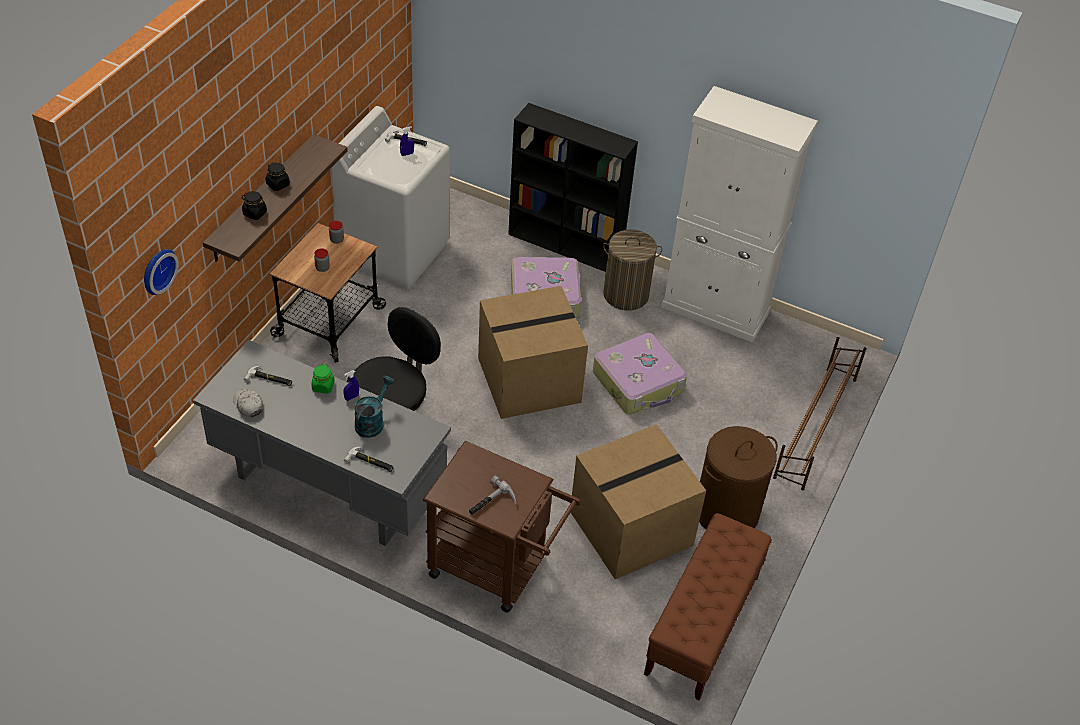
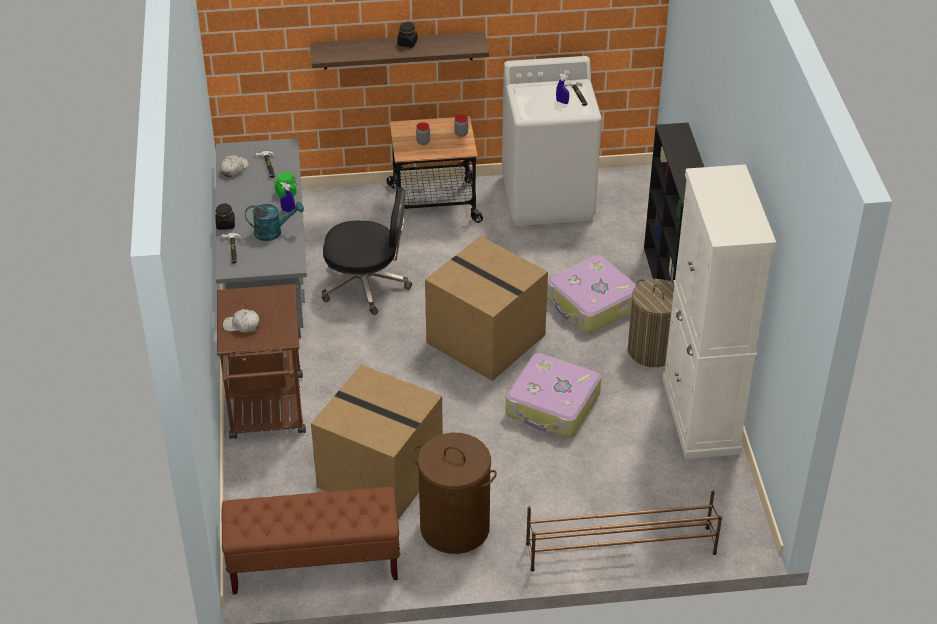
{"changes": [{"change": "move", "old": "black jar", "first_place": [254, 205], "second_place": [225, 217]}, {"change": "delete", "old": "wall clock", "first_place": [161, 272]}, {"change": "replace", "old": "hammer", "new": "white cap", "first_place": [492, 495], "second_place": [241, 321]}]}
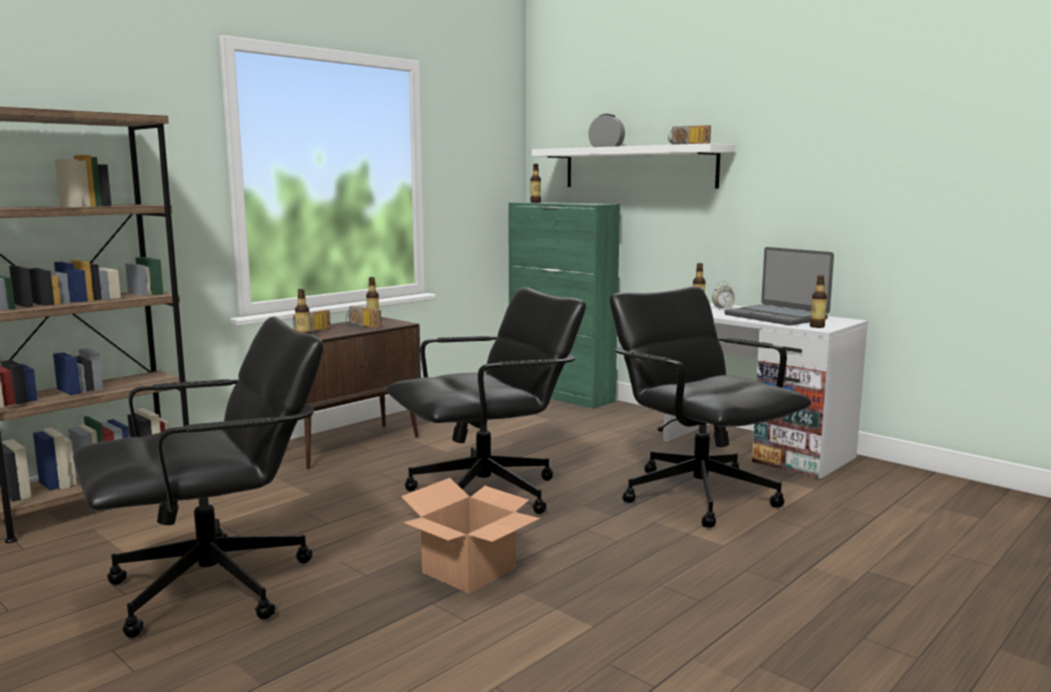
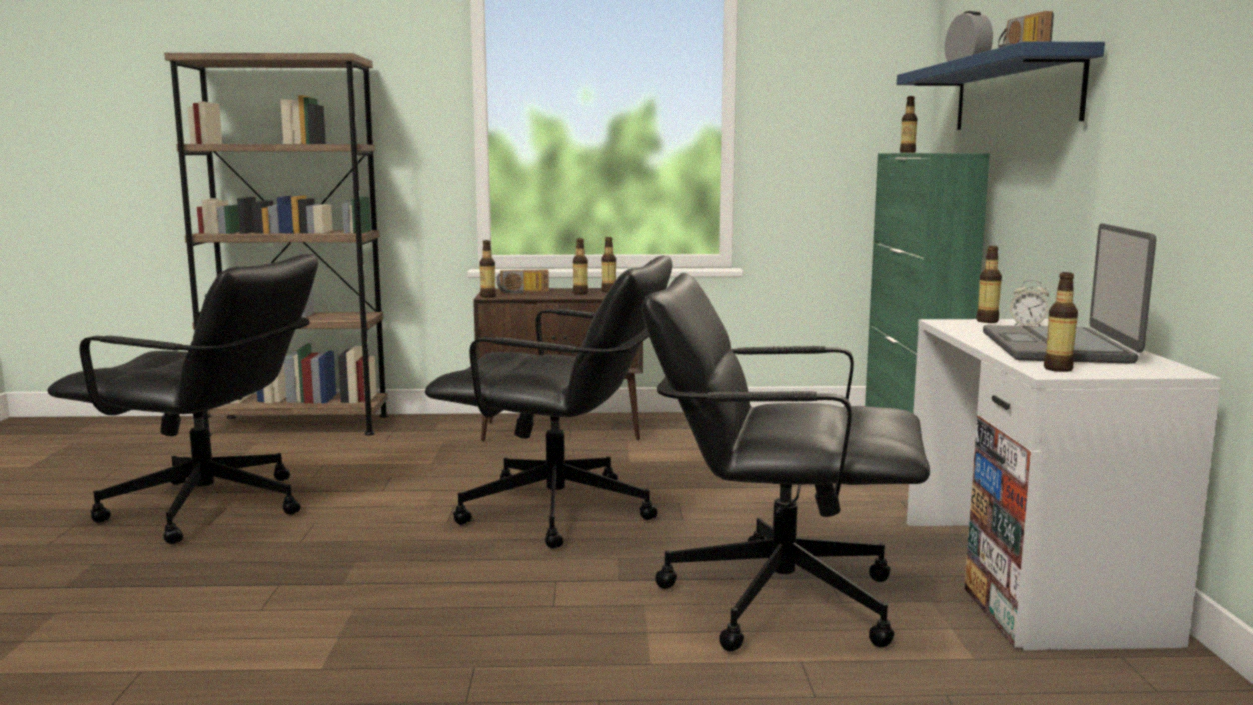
{"changes": [{"change": "recolor", "old": "white shelf", "new": "blue shelf", "first_place": [633, 165], "second_place": [1001, 85]}, {"change": "rotate", "old": "black office chair", "first_place": [711, 407], "second_place": [785, 462], "degrees": -90}, {"change": "replace", "old": "radio", "new": "bottle", "first_place": [363, 317], "second_place": [580, 266]}, {"change": "delete", "old": "cardboard box", "first_place": [470, 535]}]}
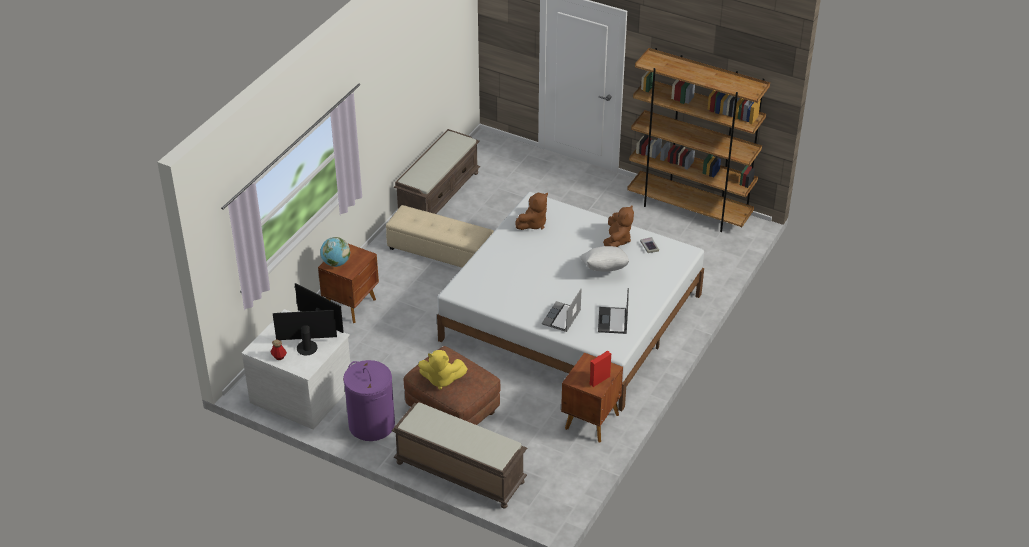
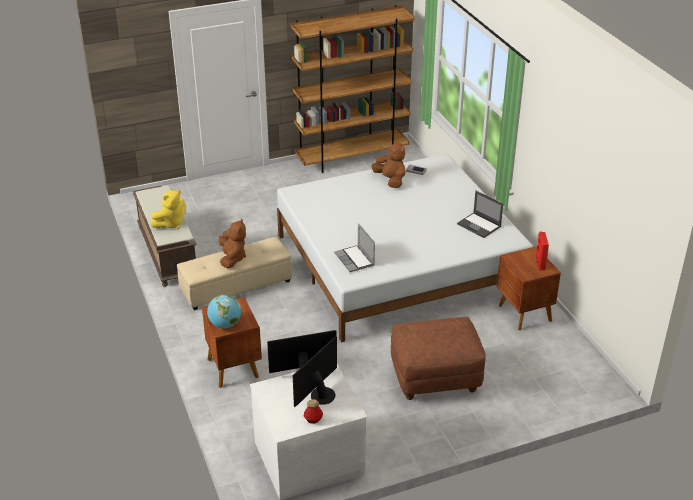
{"changes": [{"change": "move", "old": "brown plush toy", "first_place": [531, 211], "second_place": [232, 243]}, {"change": "delete", "old": "white pillow", "first_place": [605, 259]}, {"change": "move", "old": "laptop", "first_place": [562, 310], "second_place": [354, 247]}, {"change": "move", "old": "yellow plush toy", "first_place": [443, 370], "second_place": [168, 209]}, {"change": "delete", "old": "purple laundry basket", "first_place": [369, 400]}, {"change": "delete", "old": "brown bench", "first_place": [459, 455]}]}
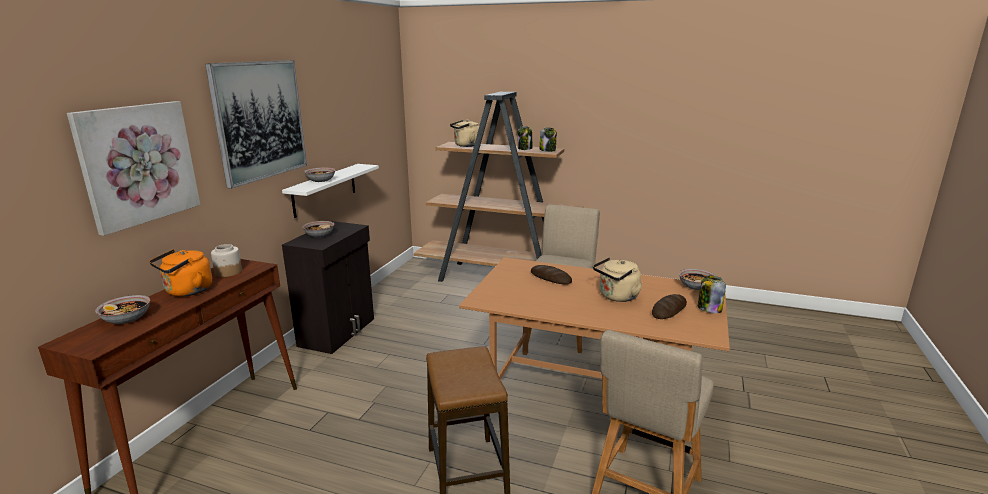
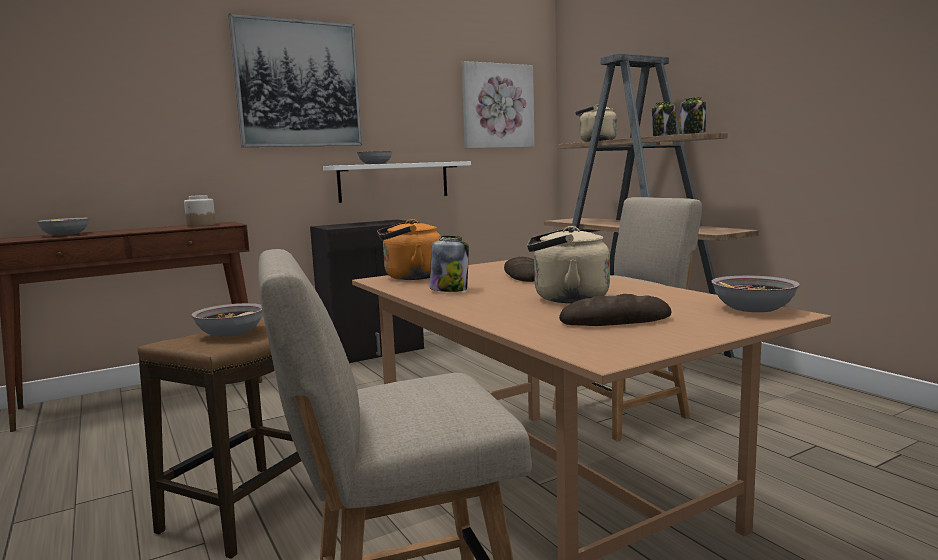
{"changes": [{"change": "move", "old": "picture", "first_place": [133, 168], "second_place": [498, 104]}, {"change": "move", "old": "bowl", "first_place": [318, 229], "second_place": [227, 320]}, {"change": "move", "old": "orange kettle", "first_place": [180, 273], "second_place": [409, 249]}, {"change": "move", "old": "jar", "first_place": [712, 294], "second_place": [449, 264]}]}
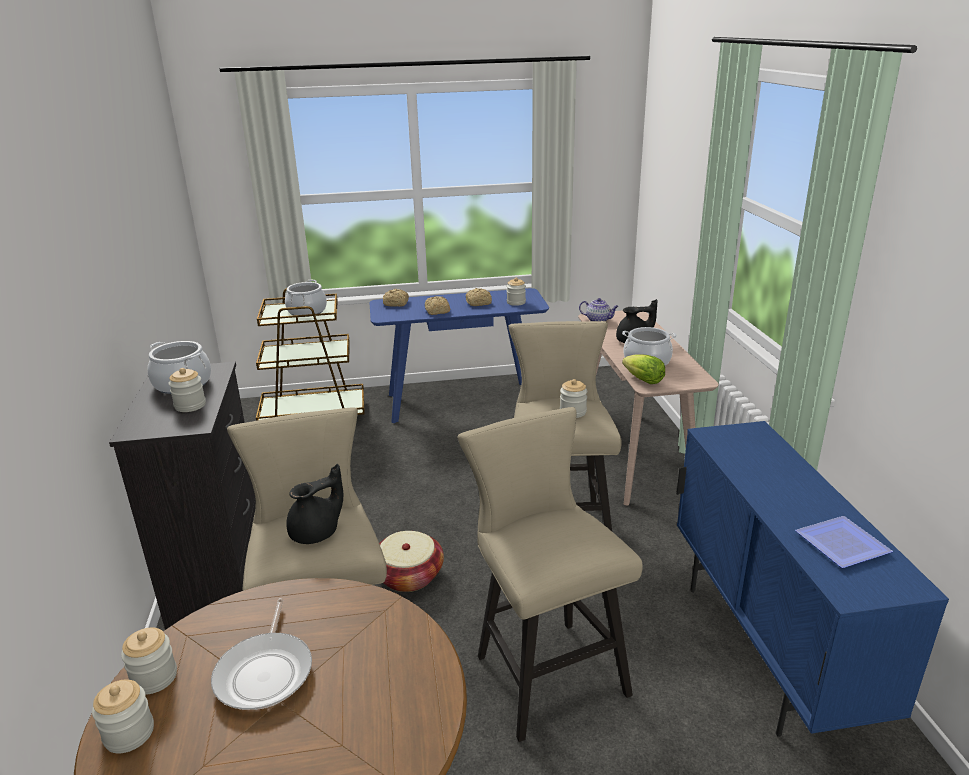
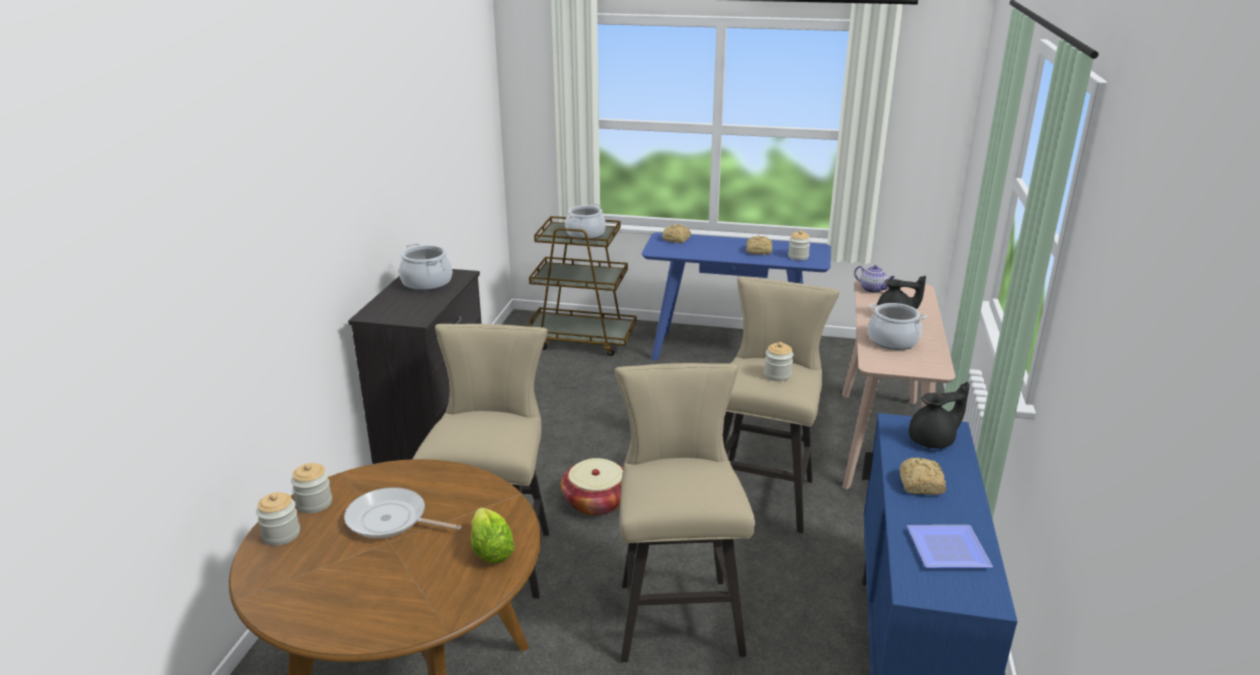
{"changes": [{"change": "move", "old": "bread", "first_place": [438, 305], "second_place": [923, 476]}, {"change": "move", "old": "lettuce", "first_place": [643, 369], "second_place": [493, 536]}, {"change": "delete", "old": "jar", "first_place": [187, 390]}, {"change": "move", "old": "black teapot", "first_place": [314, 504], "second_place": [939, 415]}, {"change": "rotate", "old": "frying pan", "first_place": [261, 654], "second_place": [403, 512], "degrees": 90}]}
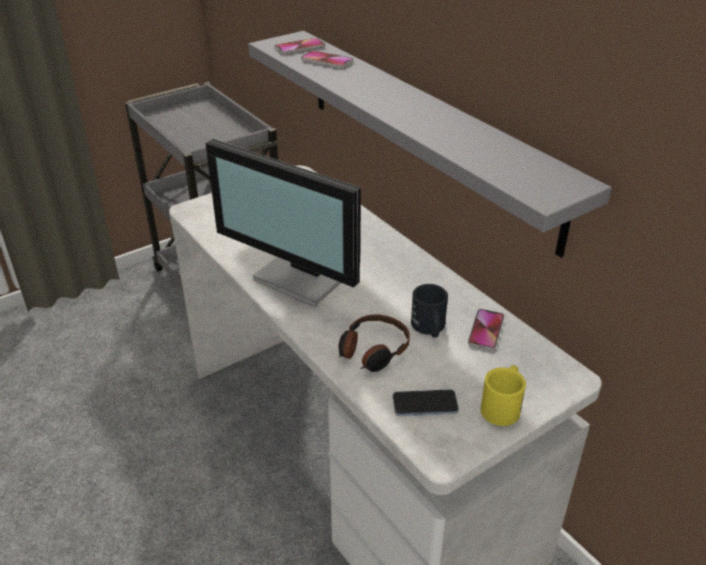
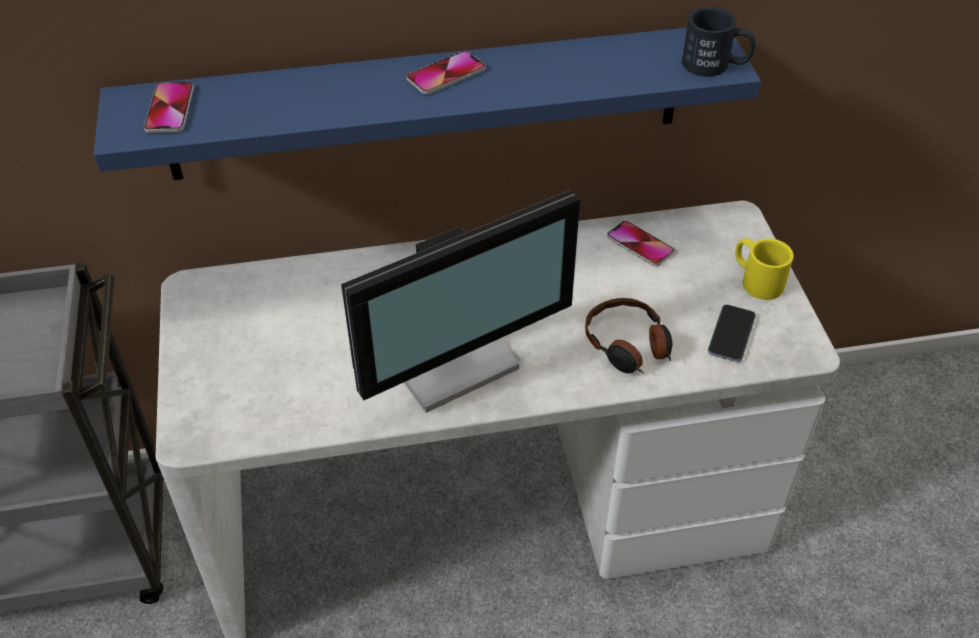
{"changes": [{"change": "recolor", "old": "grey shelf", "new": "blue shelf", "first_place": [430, 144], "second_place": [427, 104]}, {"change": "move", "old": "phone", "first_place": [327, 59], "second_place": [446, 72]}, {"change": "move", "old": "black mug", "first_place": [429, 311], "second_place": [719, 42]}]}
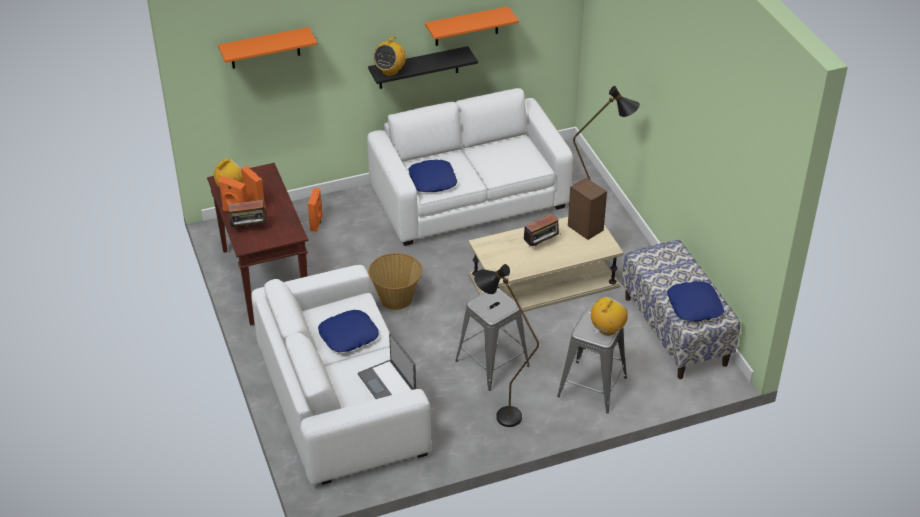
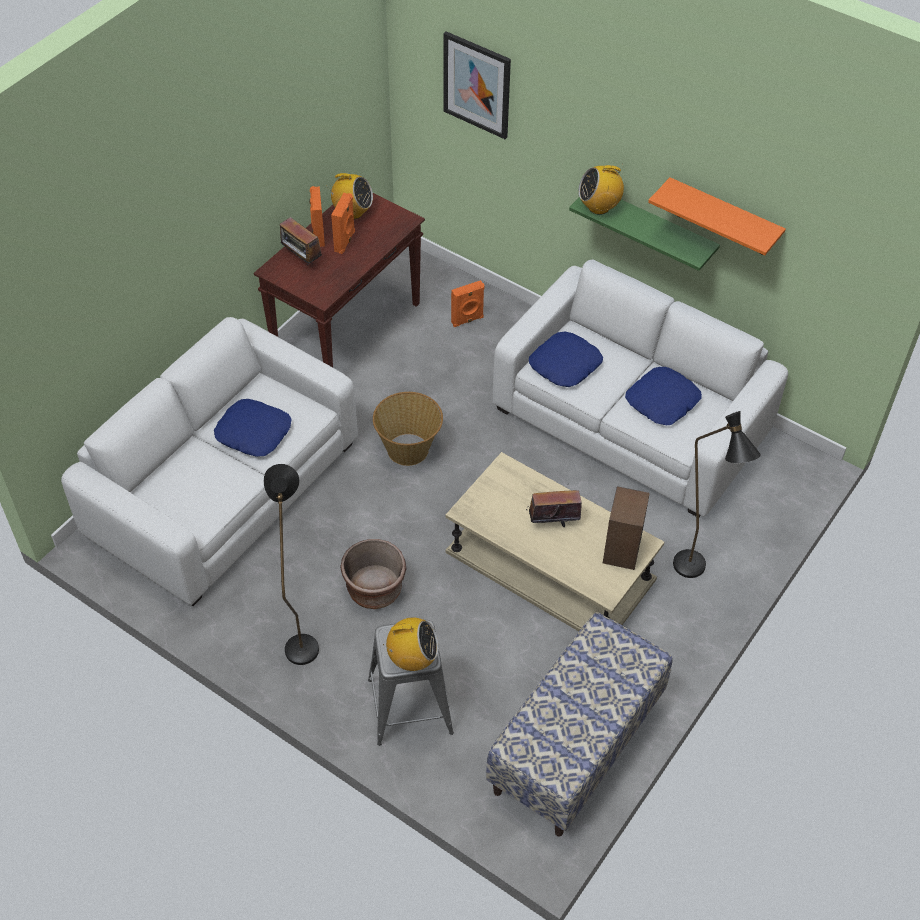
{"changes": [{"change": "replace", "old": "orange shelf", "new": "picture", "first_place": [267, 48], "second_place": [477, 85]}, {"change": "recolor", "old": "black shelf", "new": "green shelf", "first_place": [423, 67], "second_place": [644, 234]}, {"change": "rotate", "old": "radio", "first_place": [542, 230], "second_place": [554, 508], "degrees": 150}, {"change": "move", "old": "blue pillow", "first_place": [695, 301], "second_place": [663, 396]}, {"change": "replace", "old": "grey stool", "new": "brown planter", "first_place": [492, 339], "second_place": [373, 574]}, {"change": "delete", "old": "laptop", "first_place": [387, 366]}]}
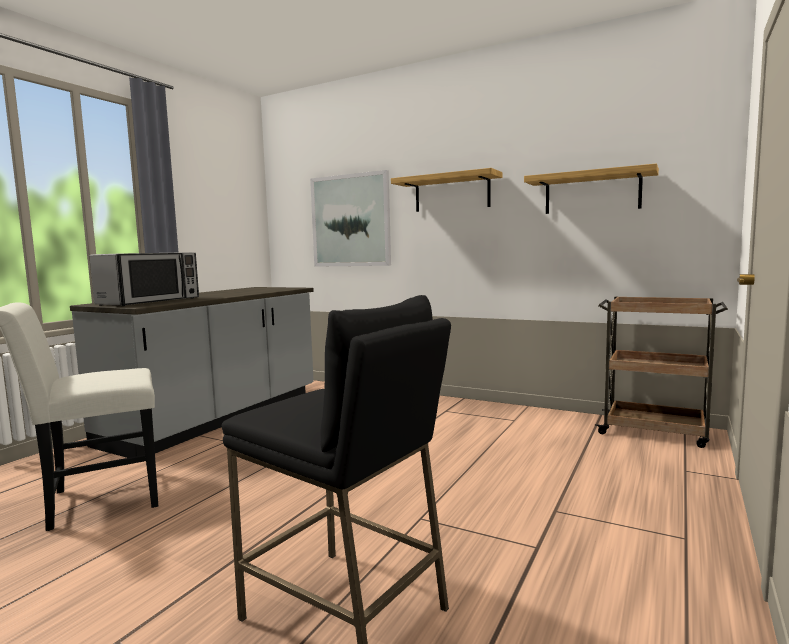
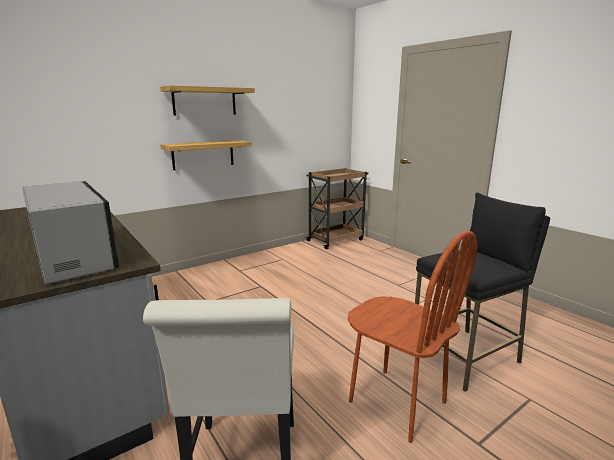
{"changes": [{"change": "move", "old": "shelf", "first_place": [591, 188], "second_place": [206, 155]}, {"change": "delete", "old": "picture", "first_place": [350, 218]}, {"change": "insert", "new": "brown chair", "second_place": [412, 337]}]}
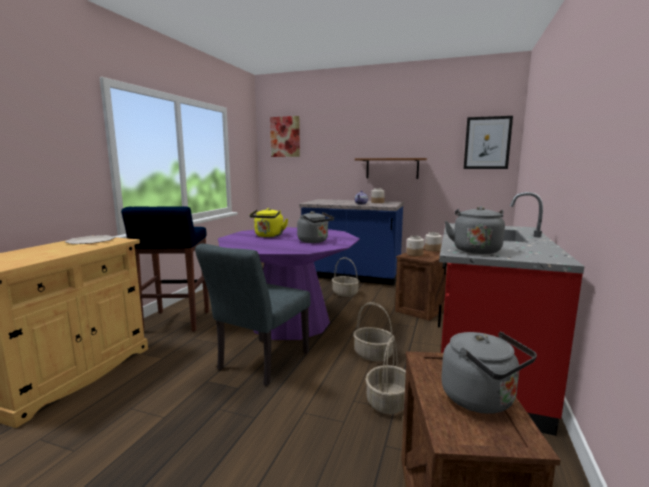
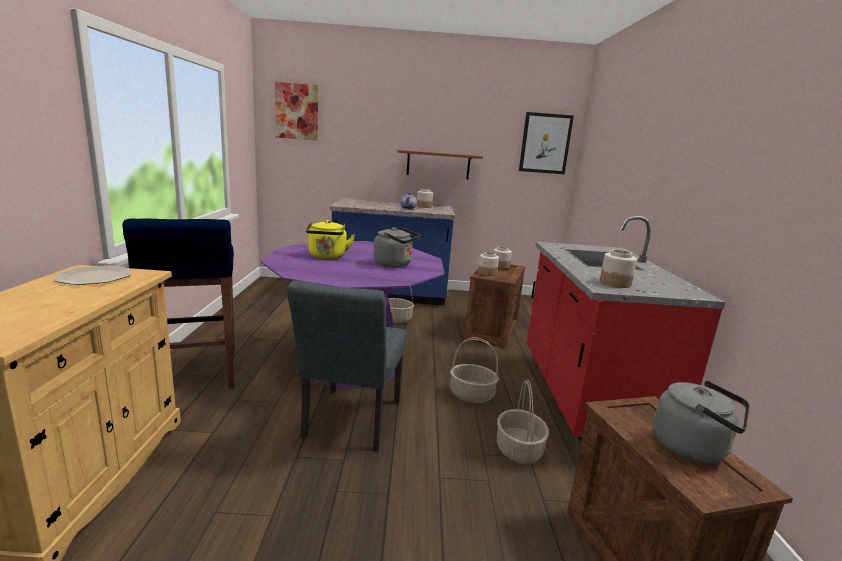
{"changes": [{"change": "replace", "old": "grey kettle", "new": "jar", "first_place": [474, 230], "second_place": [618, 269]}]}
